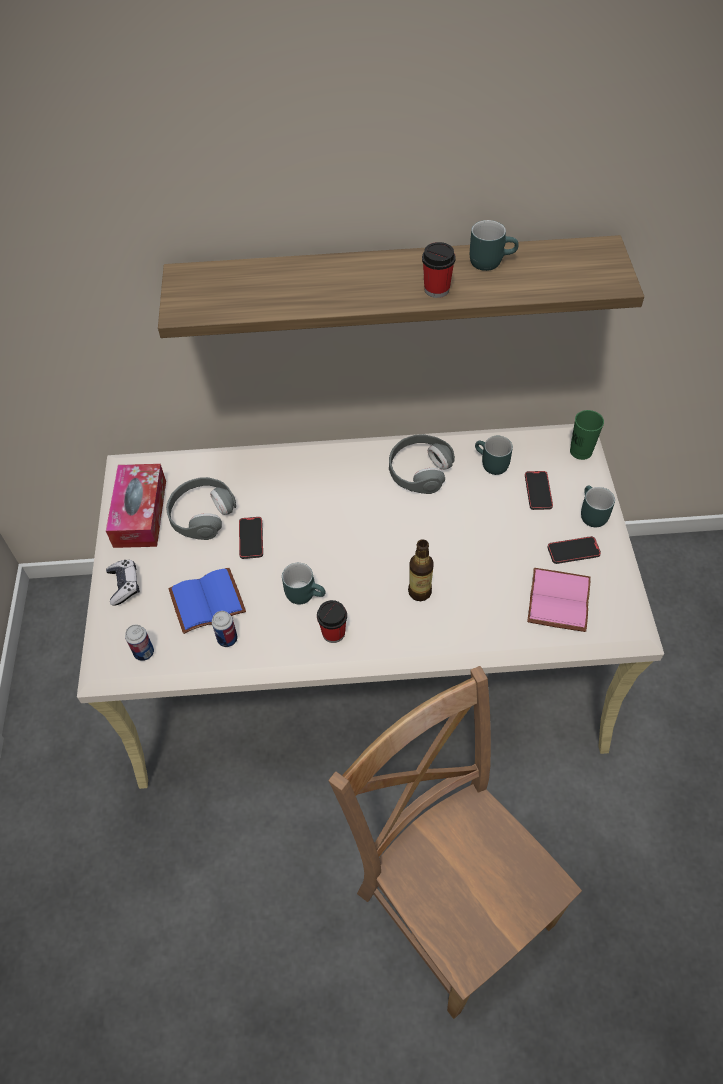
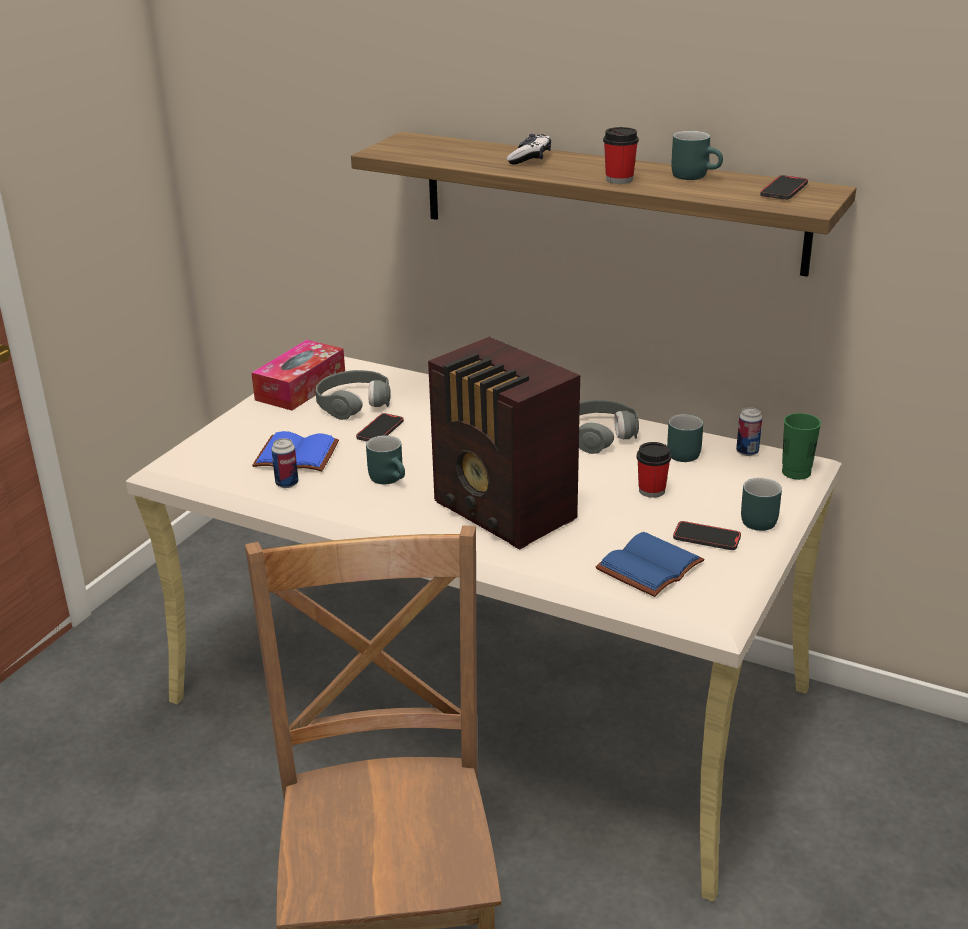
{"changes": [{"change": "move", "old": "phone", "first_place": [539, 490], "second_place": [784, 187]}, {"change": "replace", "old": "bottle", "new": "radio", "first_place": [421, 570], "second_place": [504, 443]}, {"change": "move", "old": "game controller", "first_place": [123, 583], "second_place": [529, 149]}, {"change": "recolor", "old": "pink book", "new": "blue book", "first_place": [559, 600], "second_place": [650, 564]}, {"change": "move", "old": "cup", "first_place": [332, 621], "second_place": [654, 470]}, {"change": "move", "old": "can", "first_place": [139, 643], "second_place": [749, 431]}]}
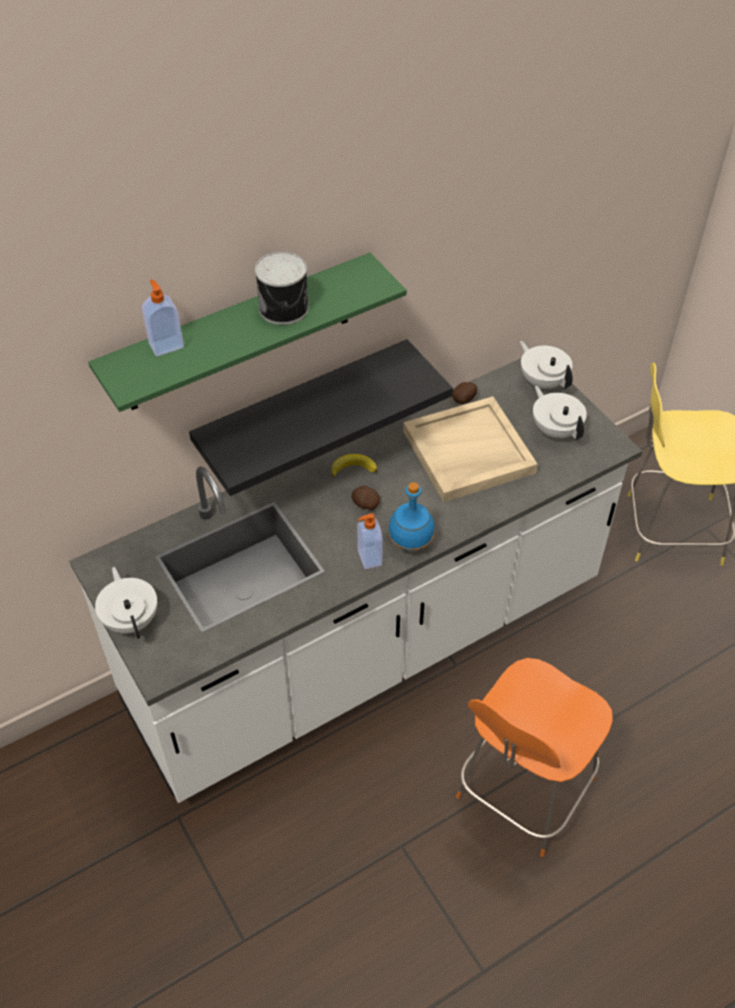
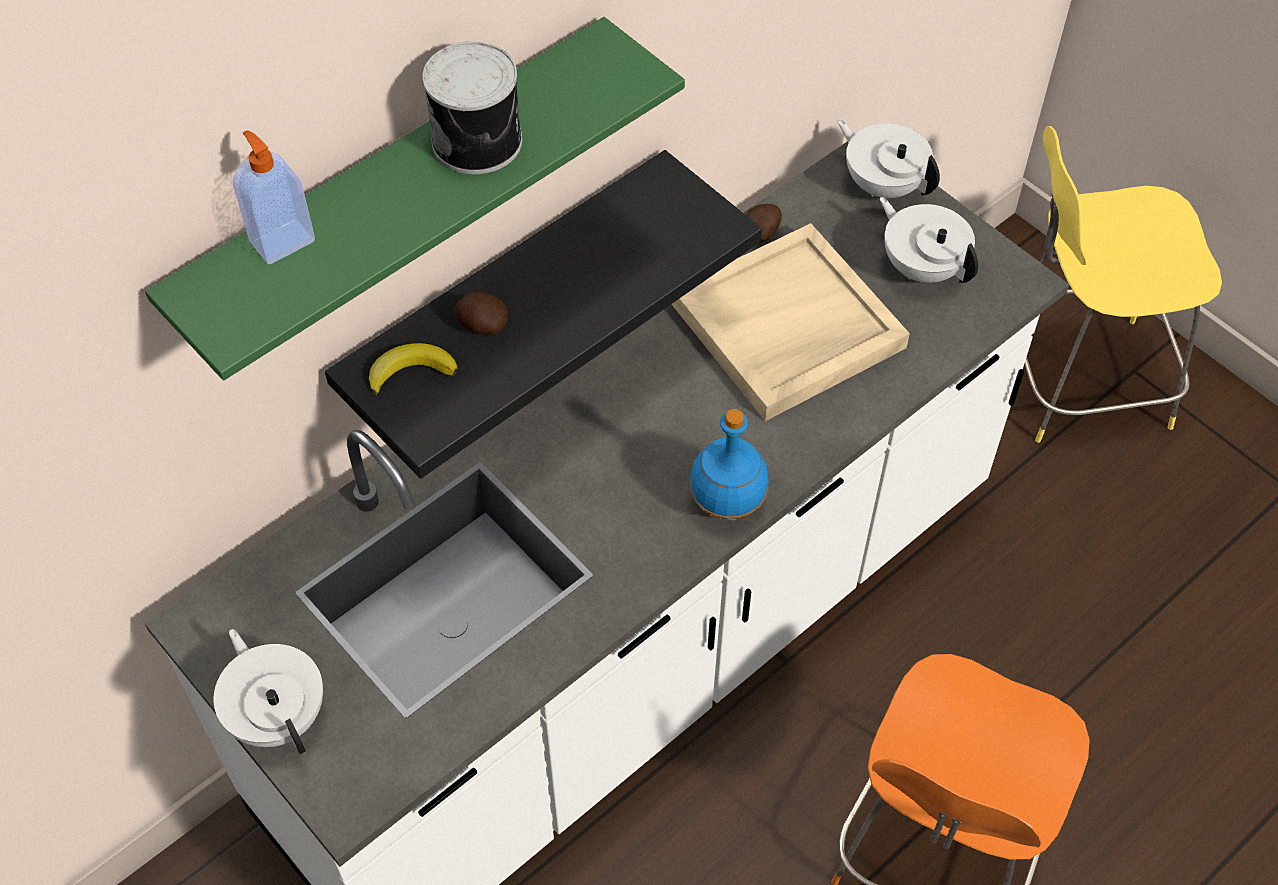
{"changes": [{"change": "move", "old": "banana", "first_place": [354, 465], "second_place": [413, 369]}, {"change": "move", "old": "potato", "first_place": [366, 498], "second_place": [481, 313]}, {"change": "delete", "old": "soap dispenser", "first_place": [370, 541]}]}
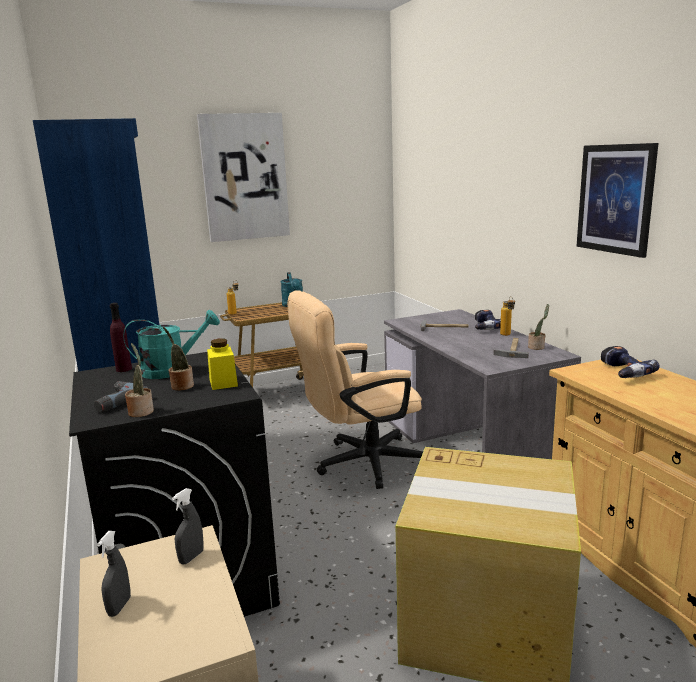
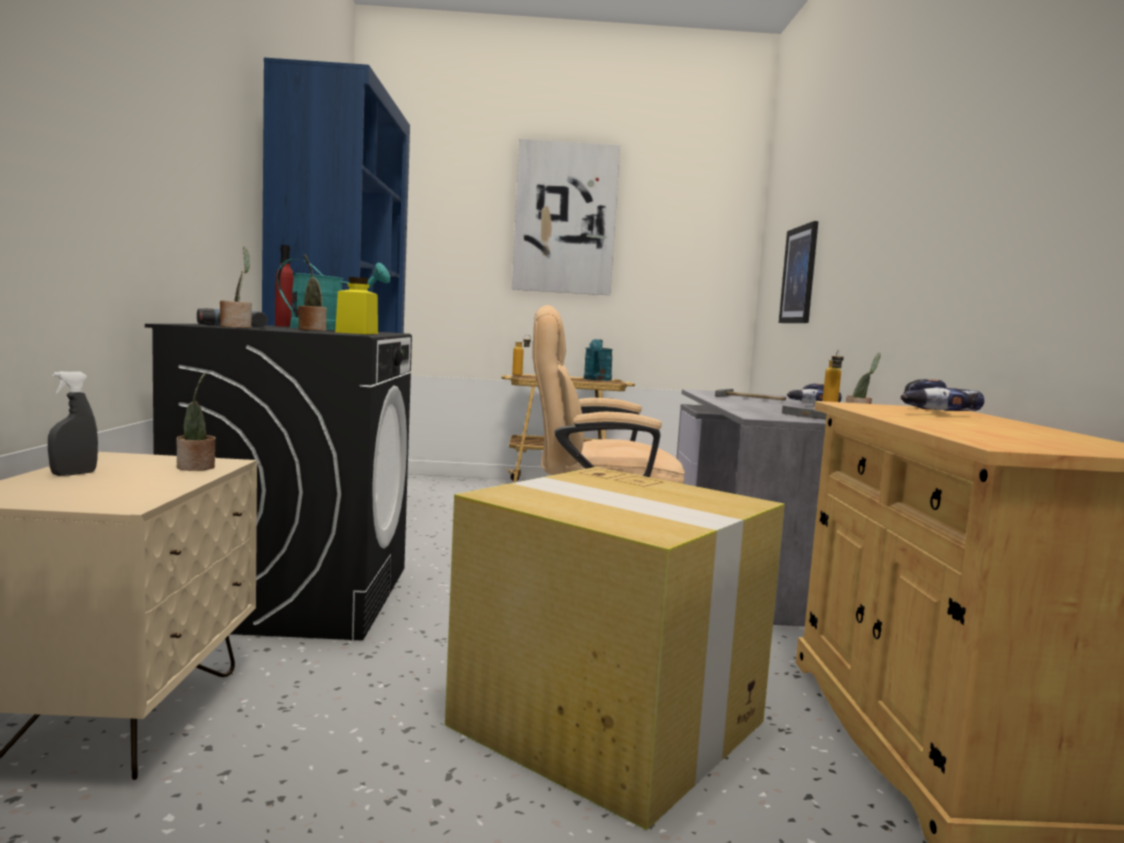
{"changes": [{"change": "move", "old": "picture", "first_place": [617, 200], "second_place": [798, 272]}, {"change": "recolor", "old": "purple bottle", "new": "red bottle", "first_place": [121, 337], "second_place": [284, 286]}, {"change": "replace", "old": "grey spray bottle", "new": "potted plant", "first_place": [188, 526], "second_place": [196, 422]}]}
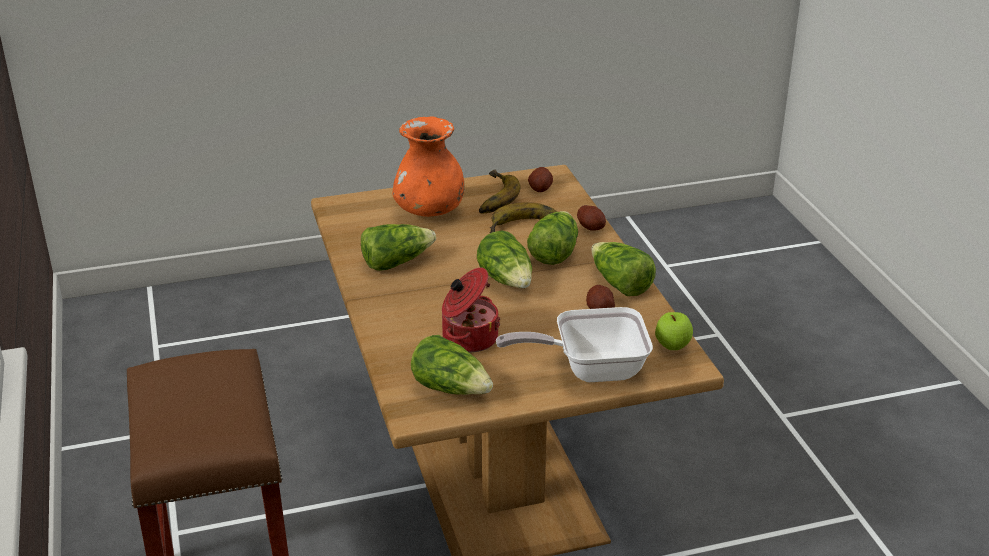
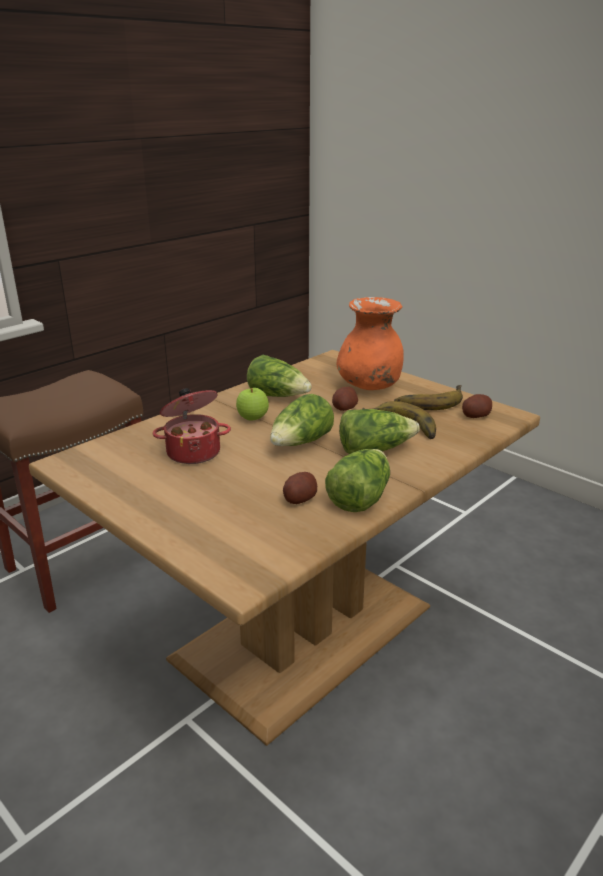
{"changes": [{"change": "move", "old": "potato", "first_place": [591, 218], "second_place": [345, 399]}, {"change": "delete", "old": "frying pan", "first_place": [574, 344]}, {"change": "move", "old": "apple", "first_place": [674, 331], "second_place": [252, 404]}, {"change": "delete", "old": "lettuce", "first_place": [452, 365]}]}
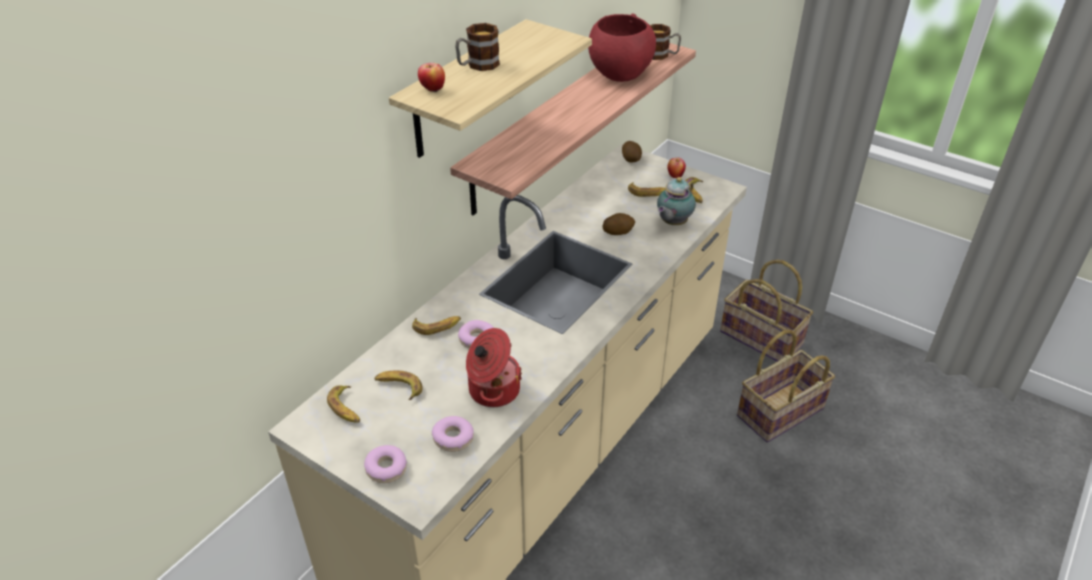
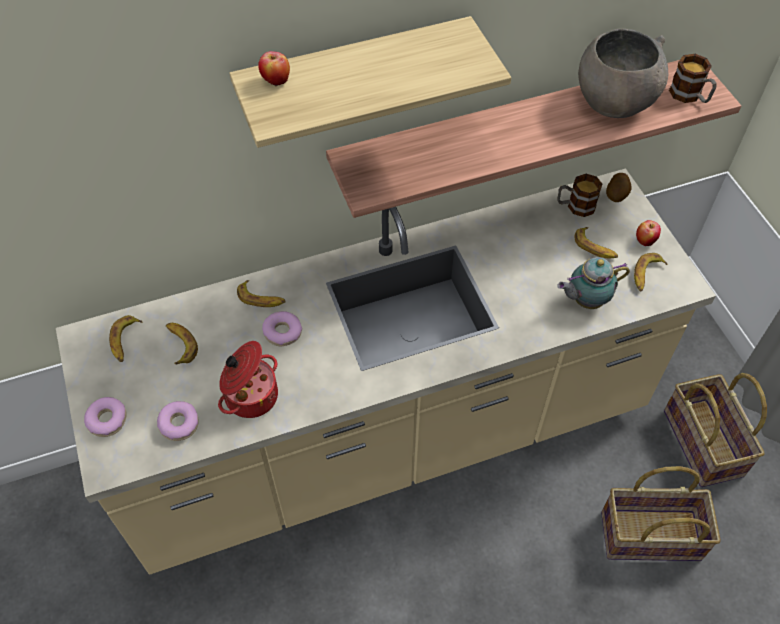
{"changes": [{"change": "recolor", "old": "red bowl", "new": "grey bowl", "first_place": [622, 47], "second_place": [623, 73]}, {"change": "move", "old": "mug", "first_place": [477, 47], "second_place": [580, 195]}, {"change": "delete", "old": "potato", "first_place": [619, 224]}]}
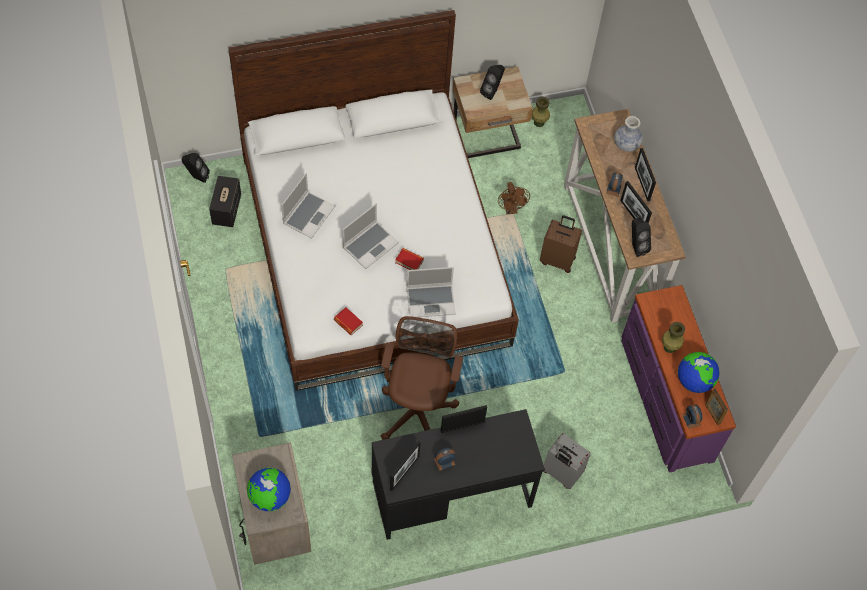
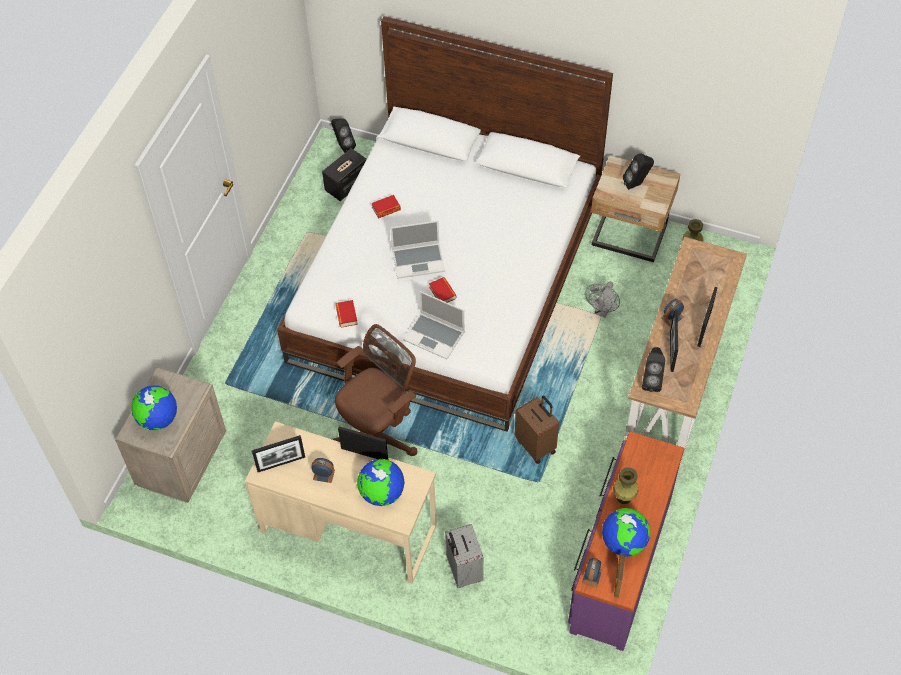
{"changes": [{"change": "delete", "old": "vase", "first_place": [628, 134]}, {"change": "replace", "old": "laptop", "new": "book", "first_place": [308, 206], "second_place": [386, 206]}, {"change": "recolor", "old": "brown fan", "new": "grey fan", "first_place": [514, 198], "second_place": [602, 300]}, {"change": "move", "old": "brown suitcase", "first_place": [561, 244], "second_place": [537, 430]}, {"change": "recolor", "old": "black desk", "new": "beige desk", "first_place": [458, 474], "second_place": [341, 502]}, {"change": "insert", "new": "globe", "second_place": [381, 482]}]}
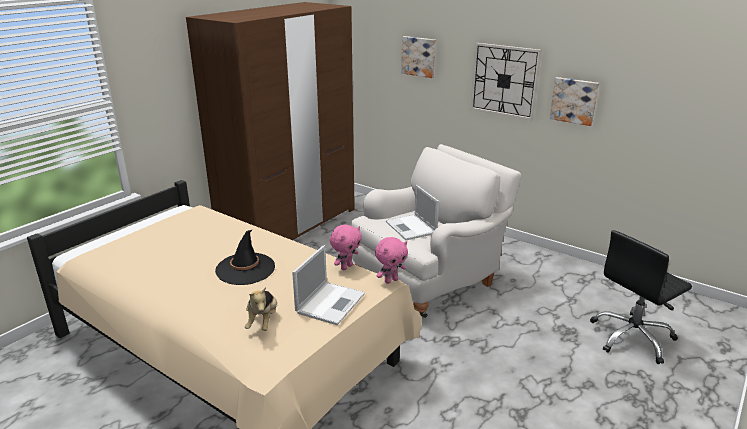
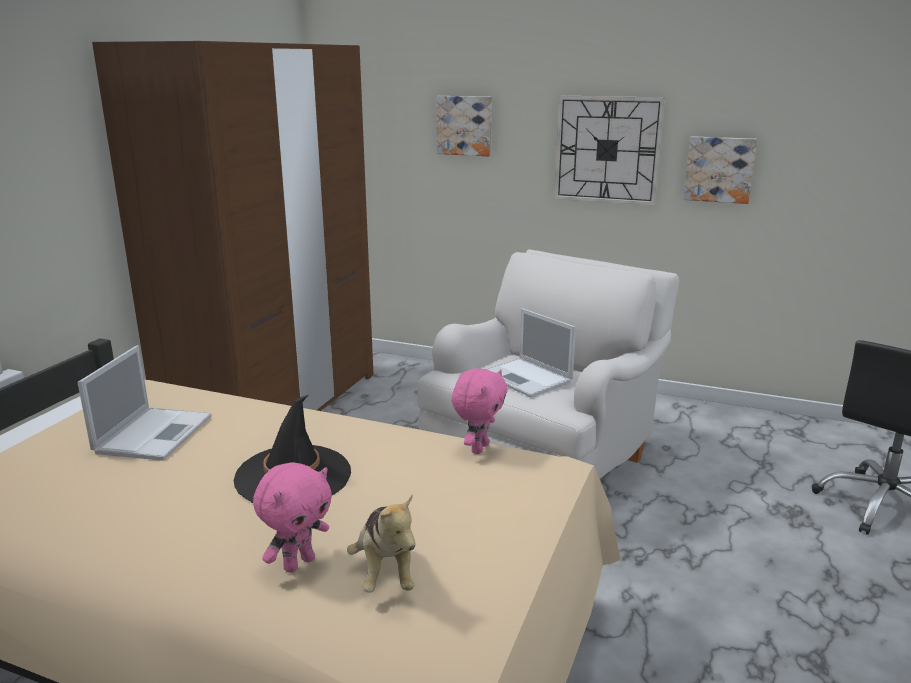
{"changes": [{"change": "move", "old": "pink plush toy", "first_place": [391, 260], "second_place": [292, 517]}, {"change": "move", "old": "laptop", "first_place": [328, 285], "second_place": [144, 403]}]}
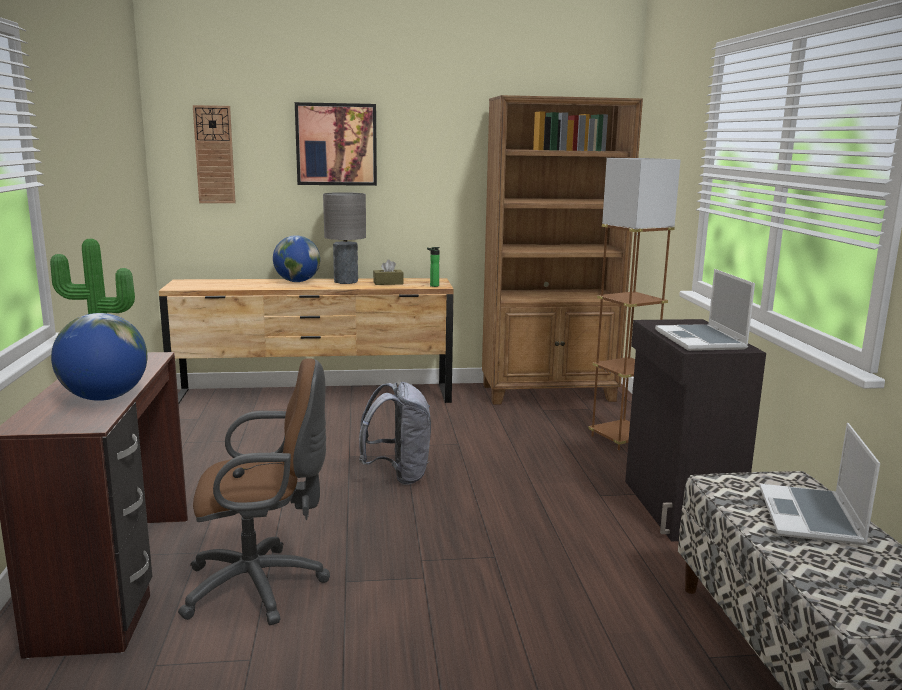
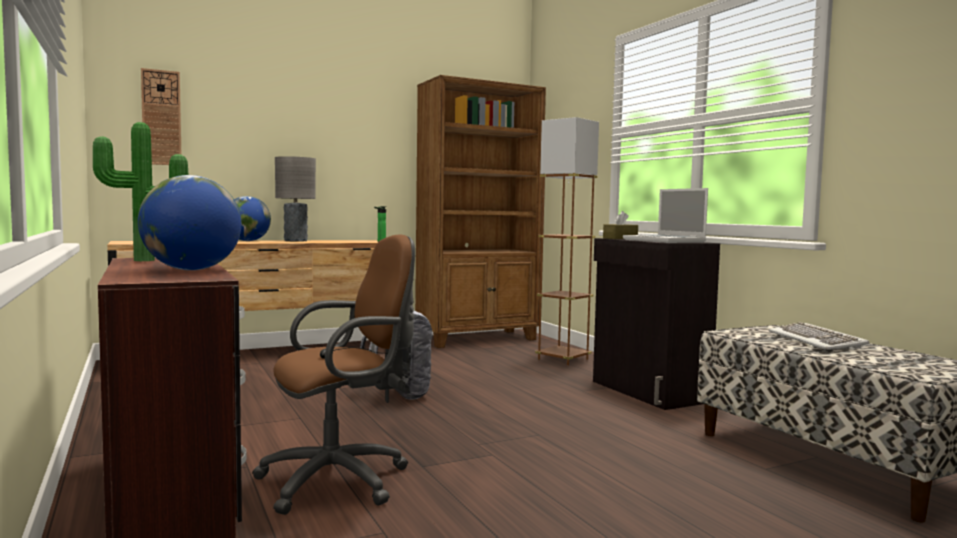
{"changes": [{"change": "delete", "old": "picture", "first_place": [336, 144]}, {"change": "move", "old": "brown tissue box", "first_place": [388, 272], "second_place": [620, 225]}, {"change": "replace", "old": "laptop", "new": "keyboard", "first_place": [820, 484], "second_place": [819, 336]}]}
